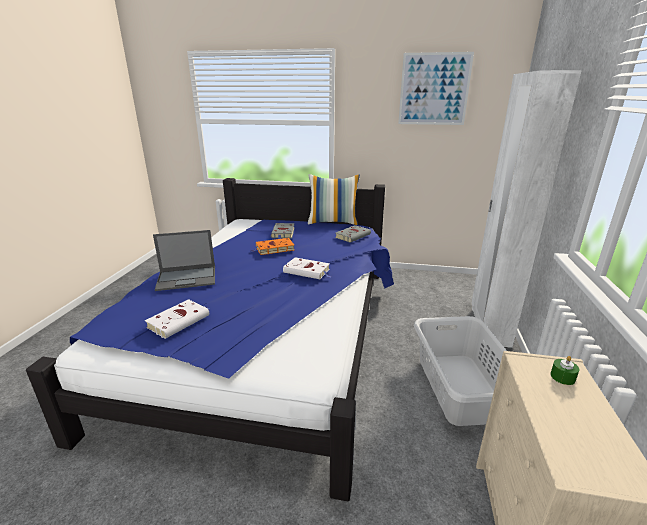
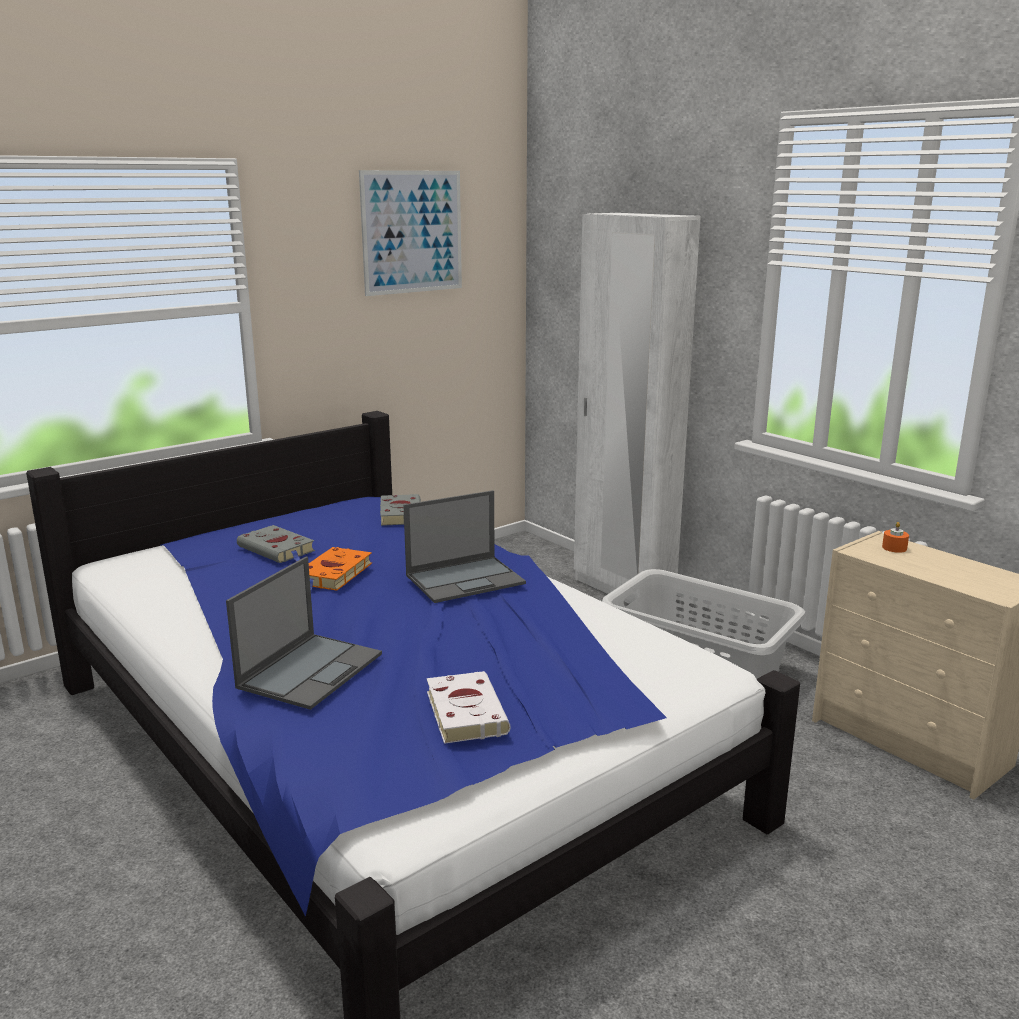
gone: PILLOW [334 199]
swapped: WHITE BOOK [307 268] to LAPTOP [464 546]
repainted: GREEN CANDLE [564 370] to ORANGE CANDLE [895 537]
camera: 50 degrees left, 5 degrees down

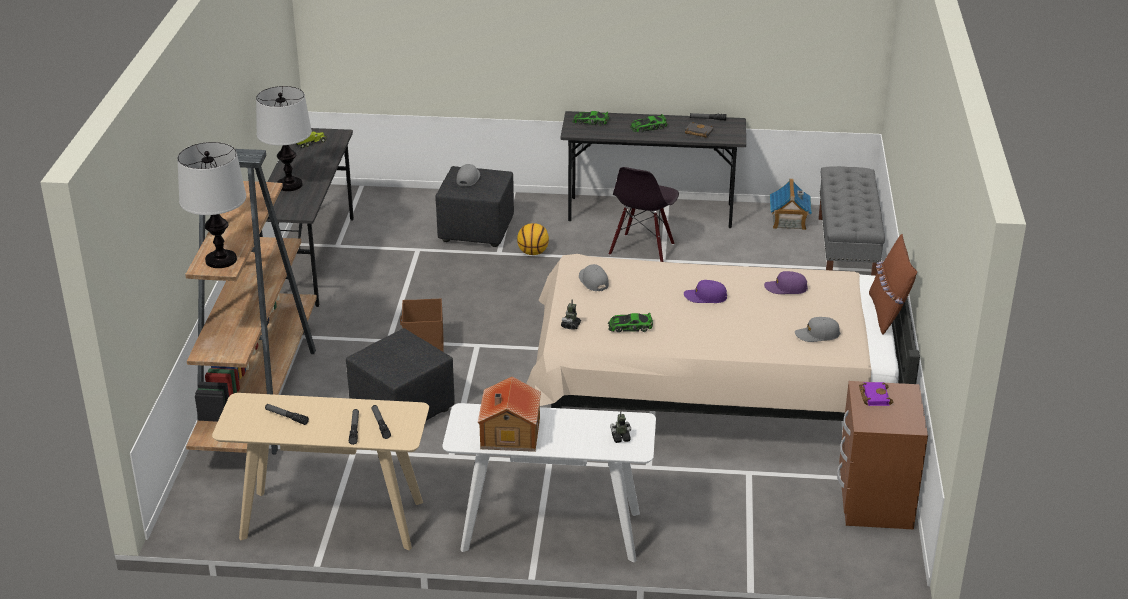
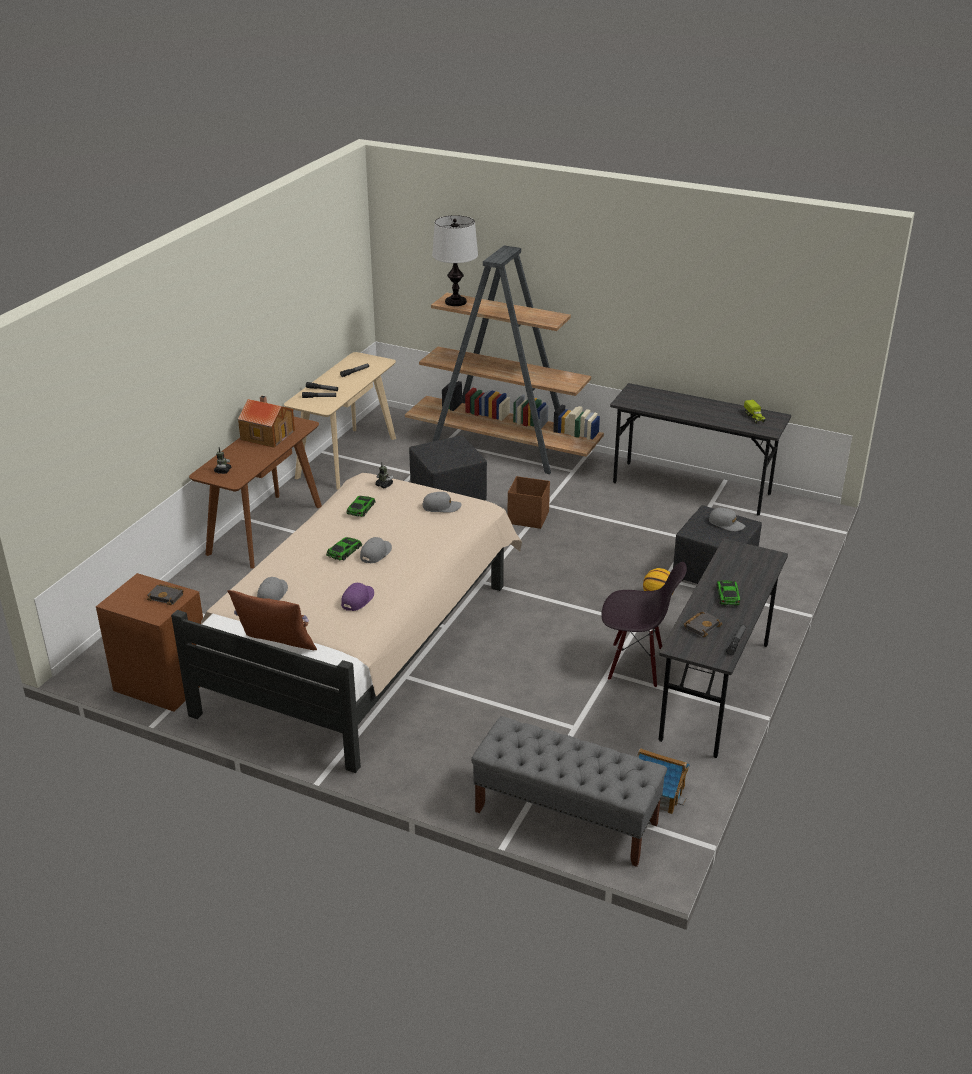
gone: TABLE LAMP [284 138]
shifted: TOY CAR [590 118] to [344 548]
repainted: PURPLE BOOK [876 394] to BLACK BOOK [165 594]; WHITE CONSOLE TABLE [549 482] to BROWN CONSOLE TABLE [255 492]; PURPLE CAP [705 291] to GREY CAP [376 550]
rotated: BLACK CHAIR [644 214] = [644 625] 150 degrees clockwise
camera: 110 degrees right, 0 degrees up

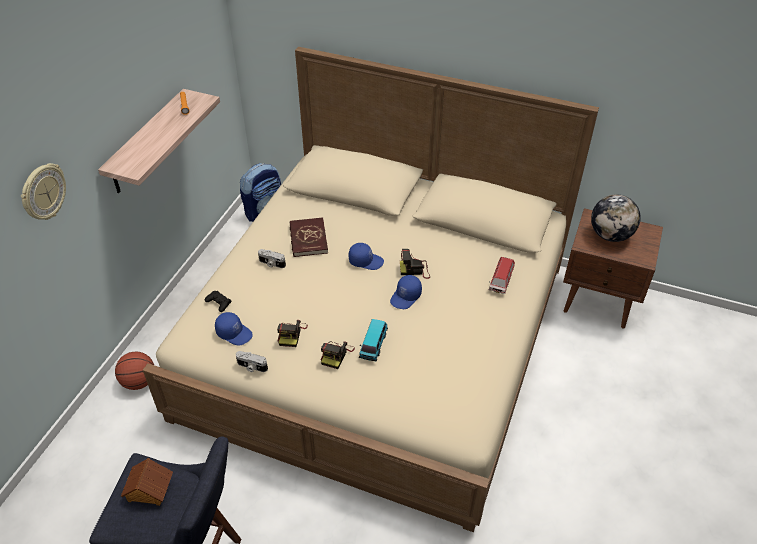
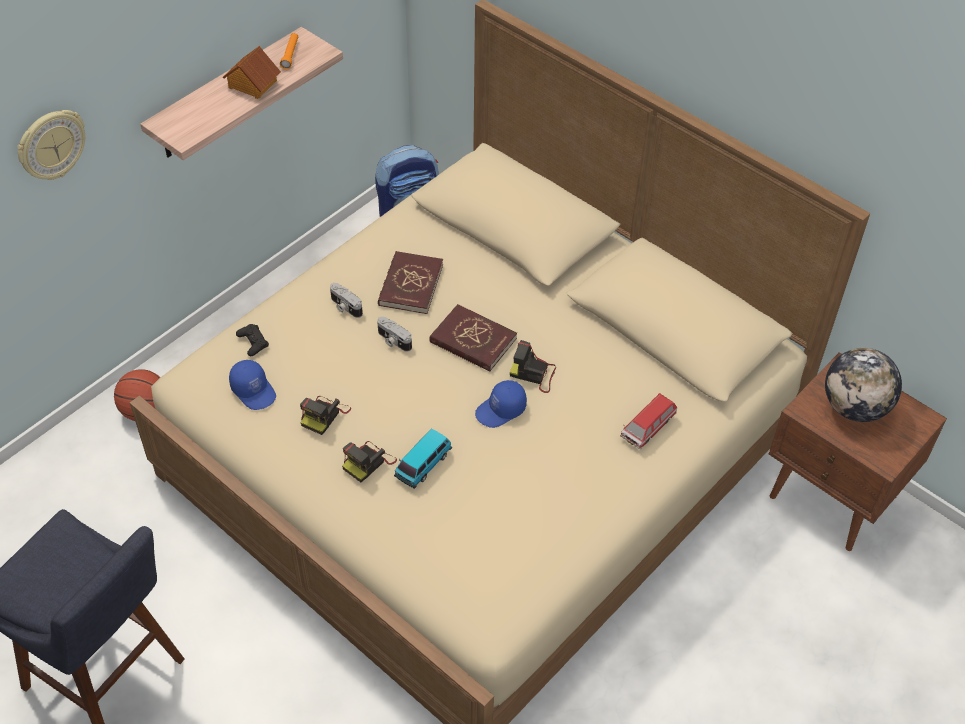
shifted: TOY HOUSE [147 482] to [252 72]; PHOTO CAMERA [252 361] to [394 334]
swapped: BLUE CAP [366 256] to RED BOOK [473 338]
camera: 20 degrees right, 5 degrees up

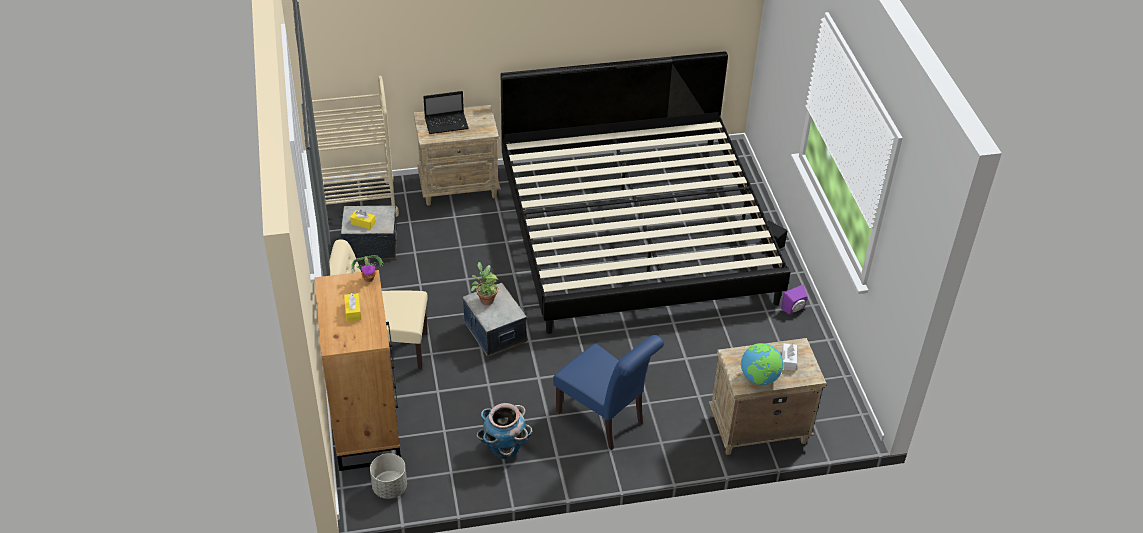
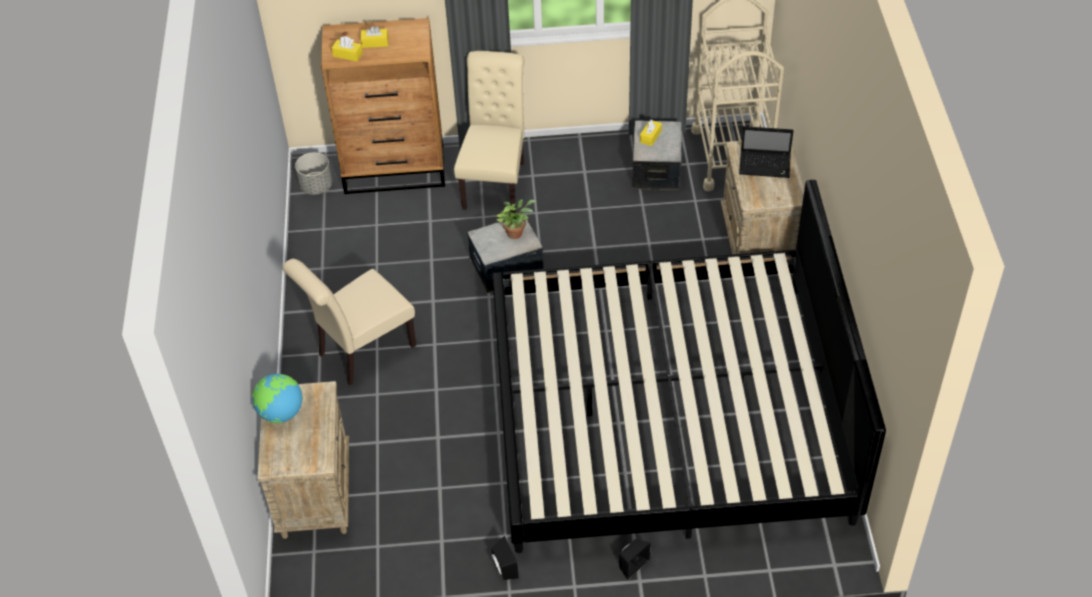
gone: POTTED PLANT [367 268]; PLANTER [504 431]; WHITE TISSUE BOX [789 357]
new: YELLOW TISSUE BOX [347 48]
repainted: BLUE CHAIR [608 392] to BEIGE CHAIR [349 322]; PURPLE SPEAKER [794 300] to BLACK SPEAKER [505 558]
rotated: LAPTOP [446 112] = [766 152] 75 degrees counterclockwise
camera: 100 degrees right, 5 degrees up

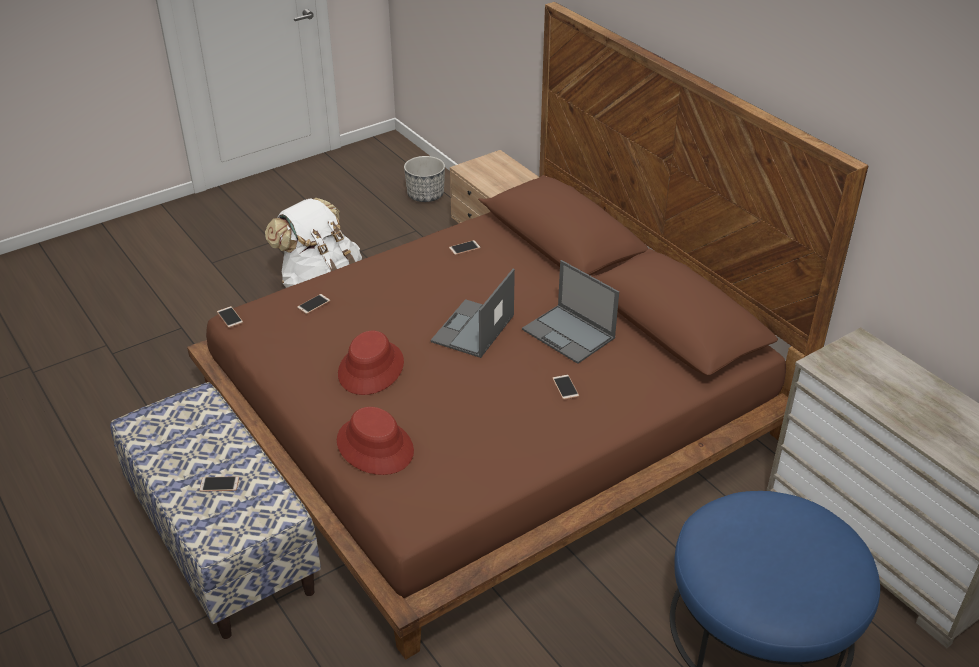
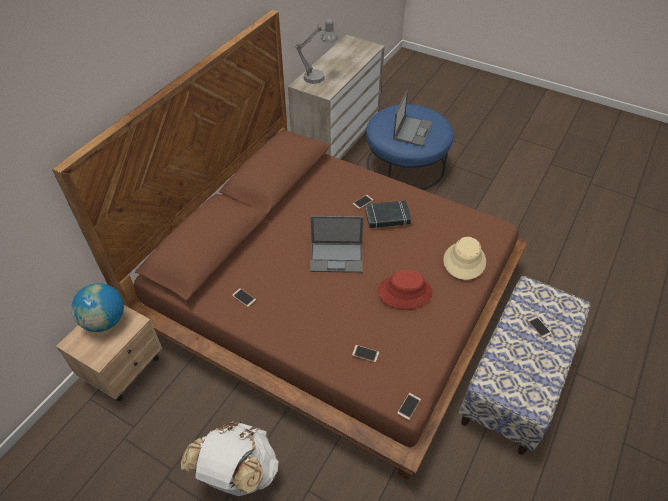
gone: PLANTER [424 179]
new: GLOBE [97 307]; GREY TABLE LAMP [316 51]; BLACK BOOK [388 214]
shifted: LAPTOP [570 312] to [412 118]
repainted: RED HAT [375 441] to BEIGE HAT [464 258]
camera: 115 degrees left, 10 degrees up

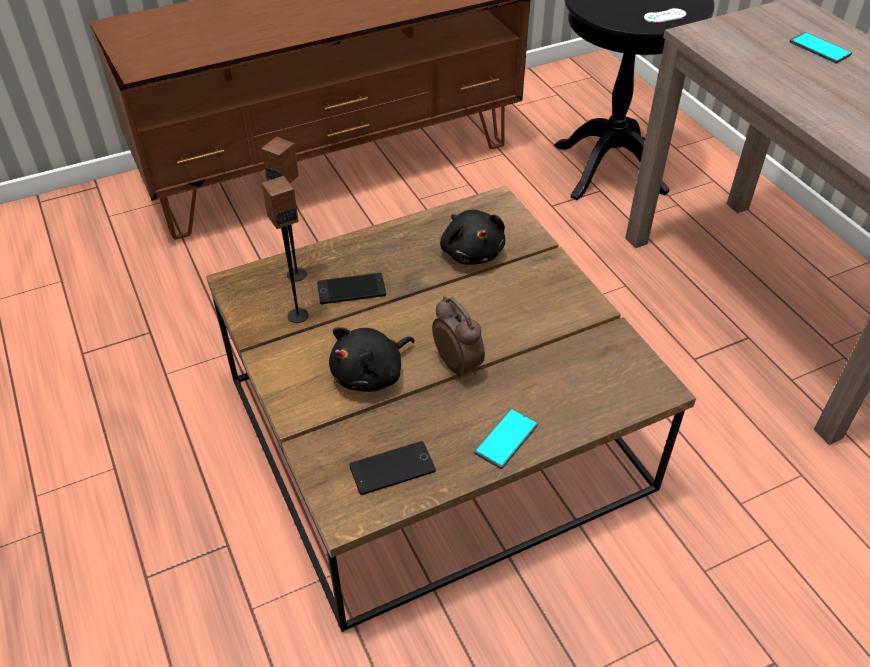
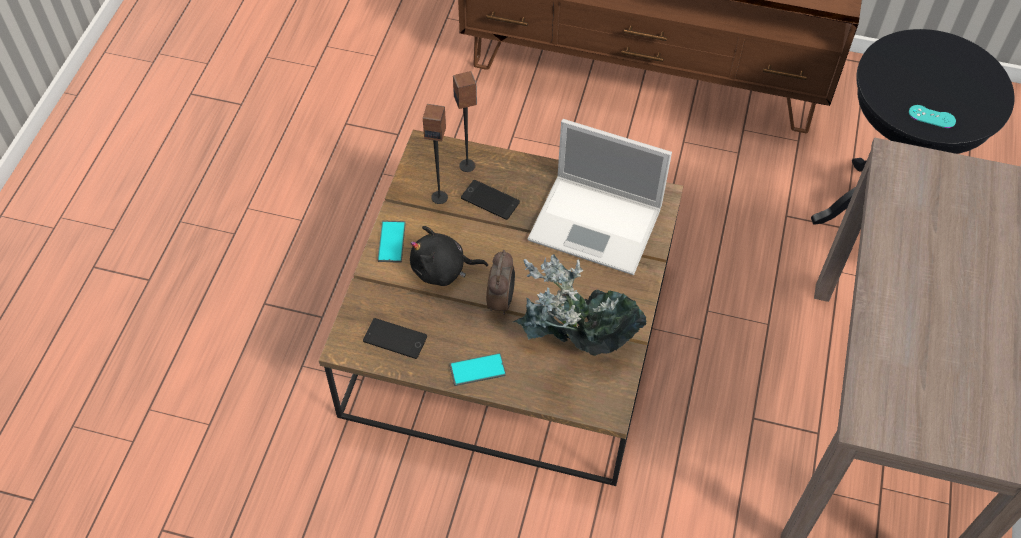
new: POTTED PLANT [579 305]
shifted: PHONE [821 47] to [392 242]
swapped: BLACK PLUSH TOY [472 237] to LAPTOP [600 197]
repainted: WHITE GAME CONTROLLER [665 15] to TURQUOISE GAME CONTROLLER [932 116]
camera: 40 degrees right, 10 degrees up

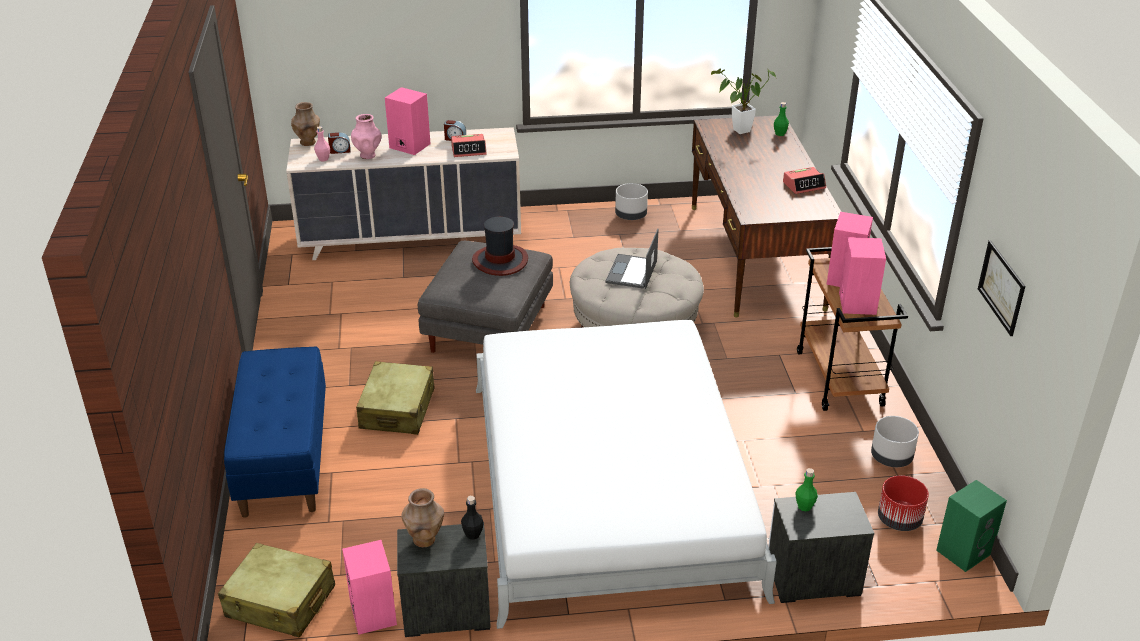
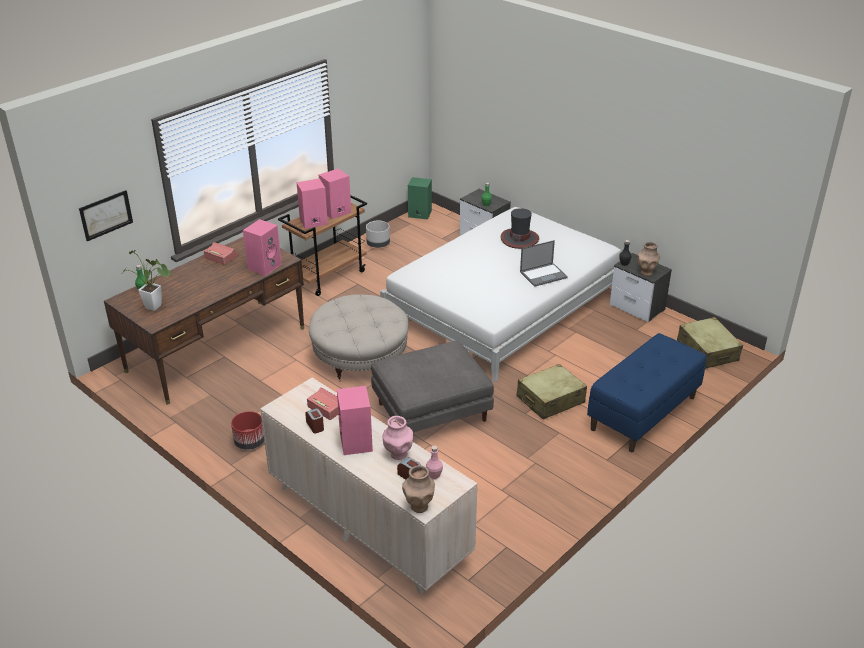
gone: GREY PLANTER [631 201]
shifted: PICTURE [1001 288] to [106 215]; RED PLANTER [903 503] to [247 430]; PINK SPEAKER [369 587] to [262 247]; HAT [500 246] to [520 228]; LAPTOP [632 259] to [544 263]
camera: 130 degrees left, 0 degrees up

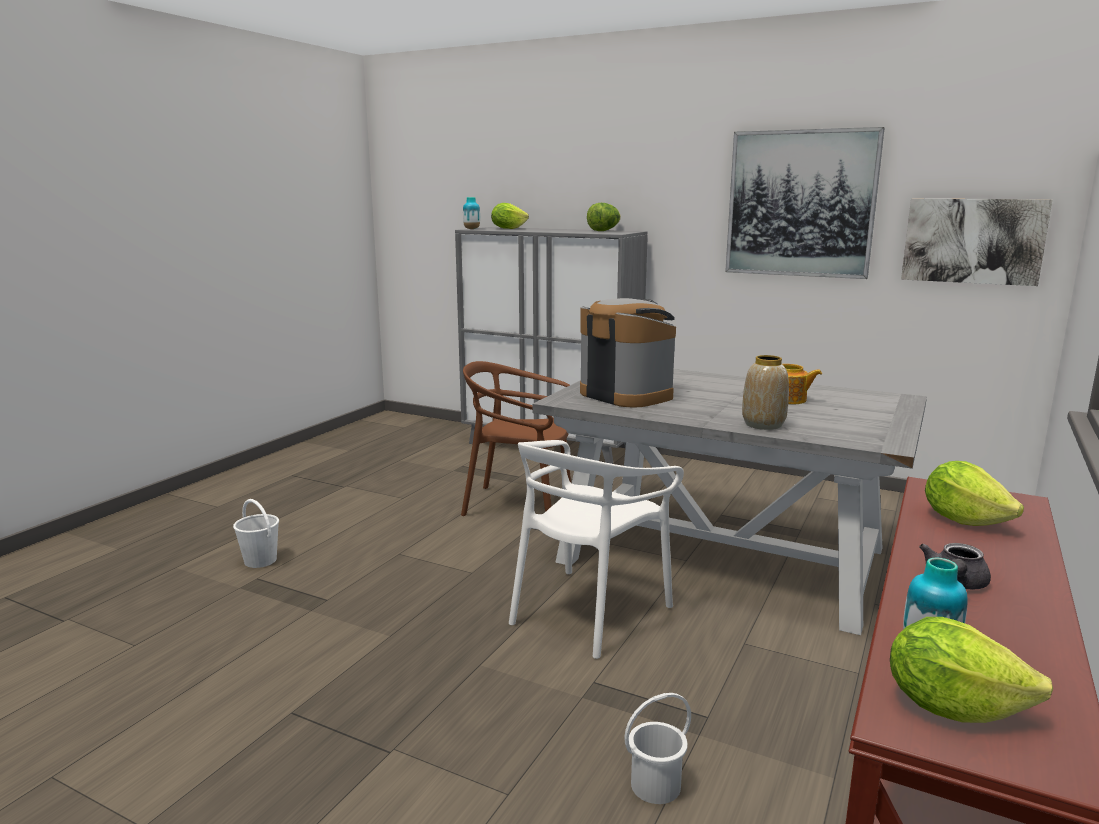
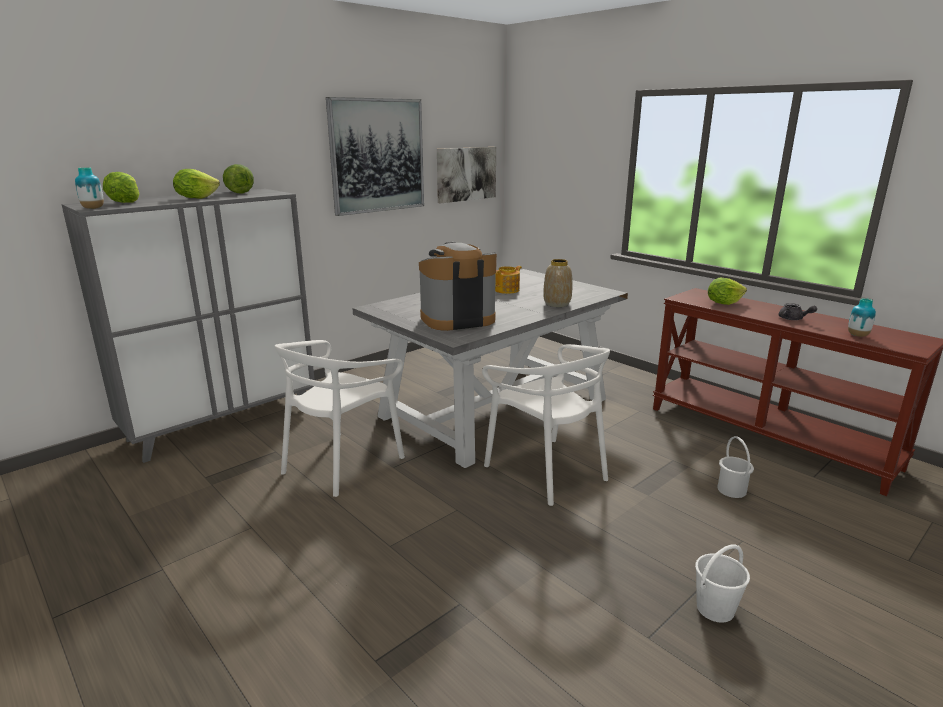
shifted: LETTUCE [971 670] to [196 184]; WHITE BUCKET [256 533] to [722 583]
repainted: BROWN CHAIR [516 438] to WHITE CHAIR [340 418]
camera: 70 degrees left, 5 degrees up

